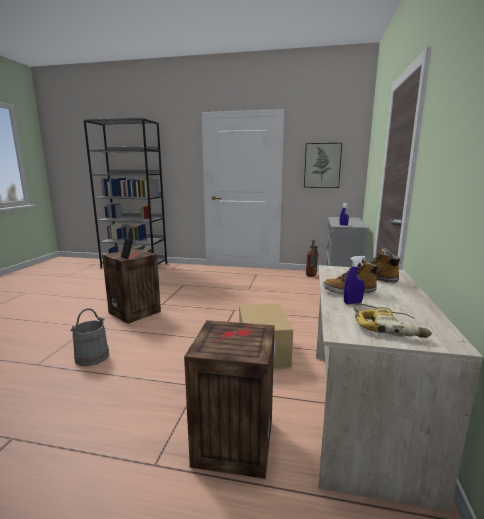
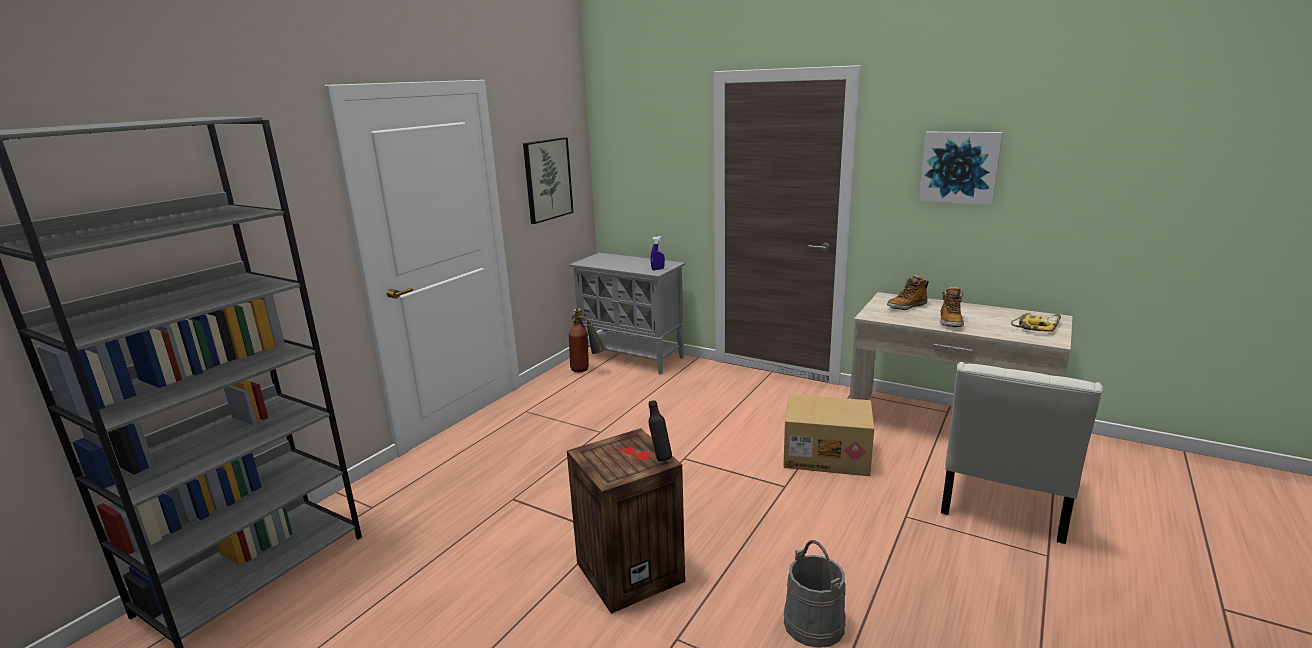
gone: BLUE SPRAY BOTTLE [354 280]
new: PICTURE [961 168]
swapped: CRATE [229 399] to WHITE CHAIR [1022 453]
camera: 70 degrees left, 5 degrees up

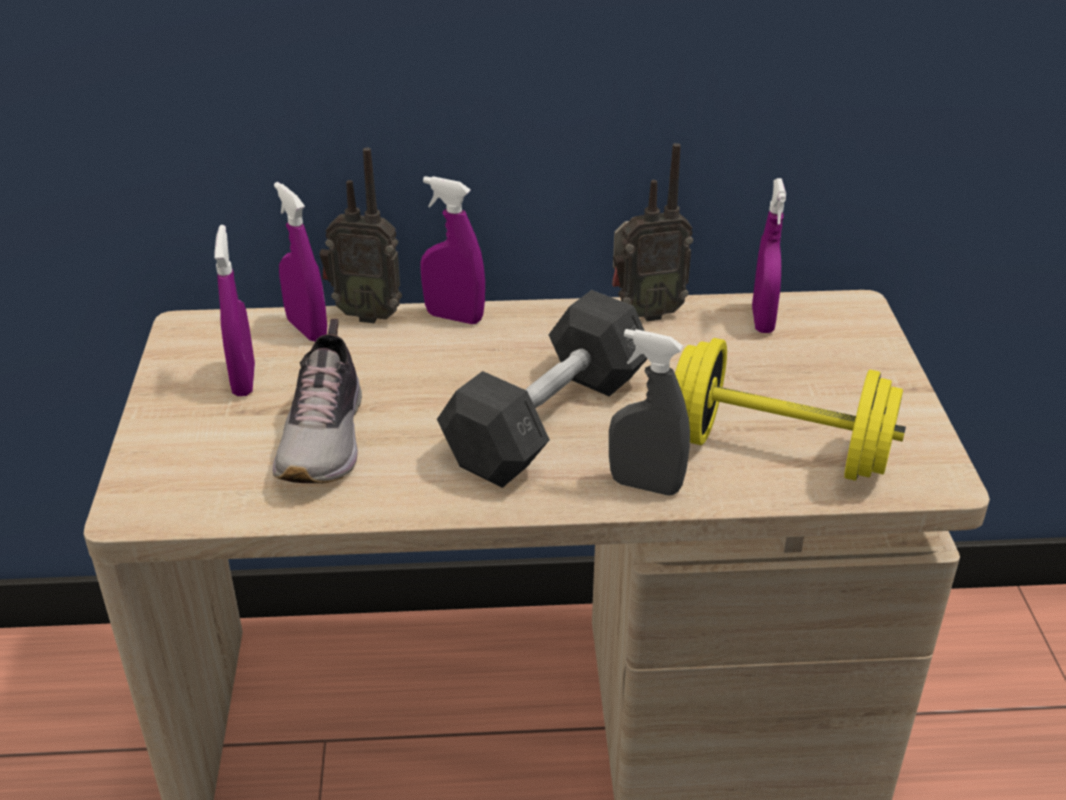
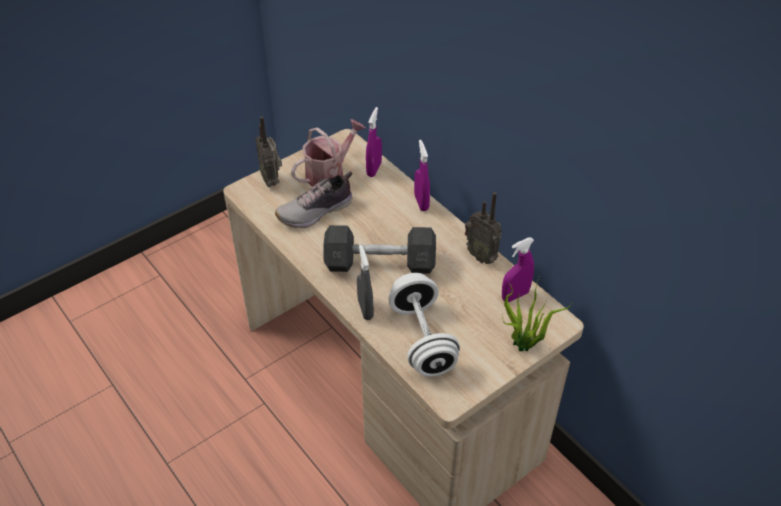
new: POTTED PLANT [537 314]
shifted: RADIO [361 236] to [268 151]
swapped: PURPLE SPRAY BOTTLE [235 310] to WATERING CAN [328 153]
repainted: YELLOW DUMBBELL [790 409] to WHITE DUMBBELL [424 325]
camera: 55 degrees right, 10 degrees up

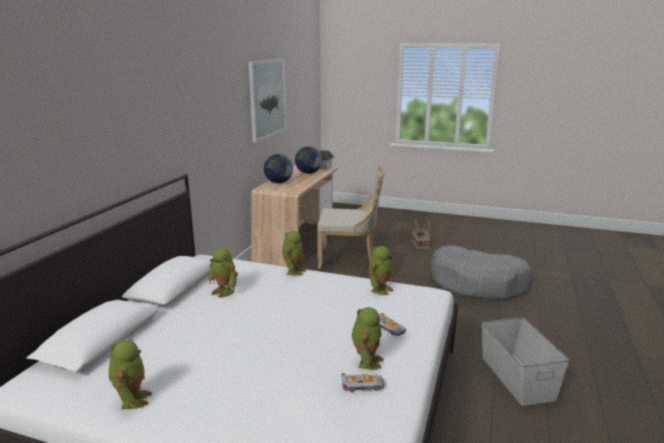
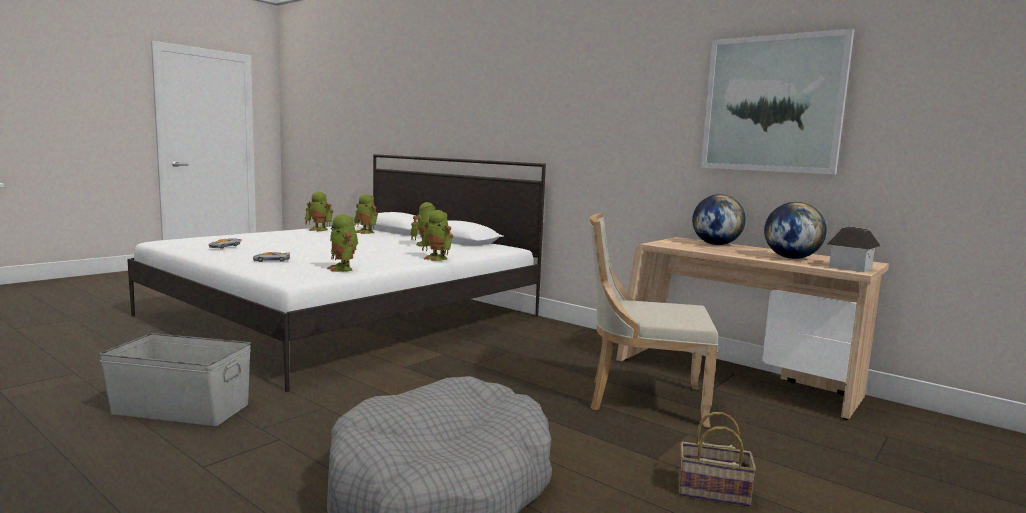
shifted: TOY ROBOT [368 338] to [366 214]
rotated: BEIGE CHAIR [351 217] = [654 320] 75 degrees clockwise
camera: 110 degrees right, 10 degrees down

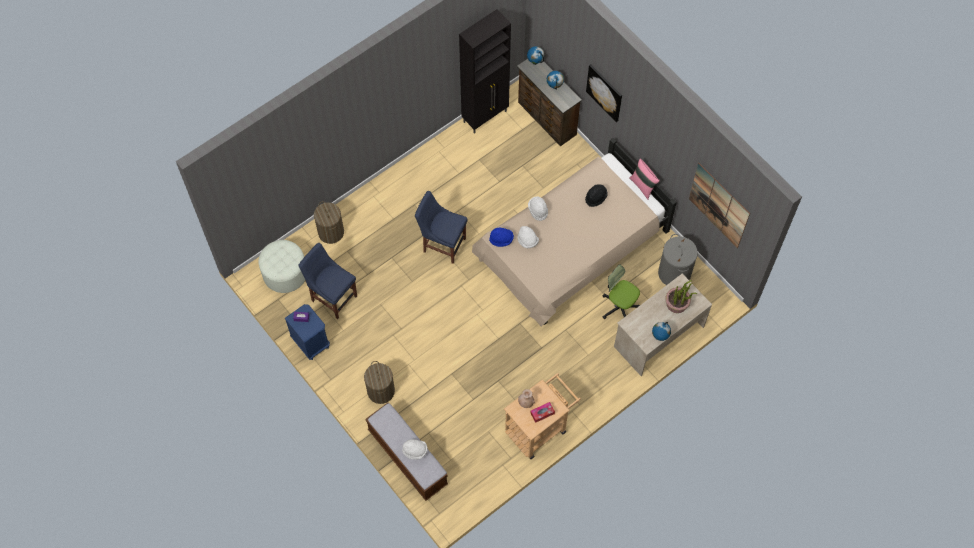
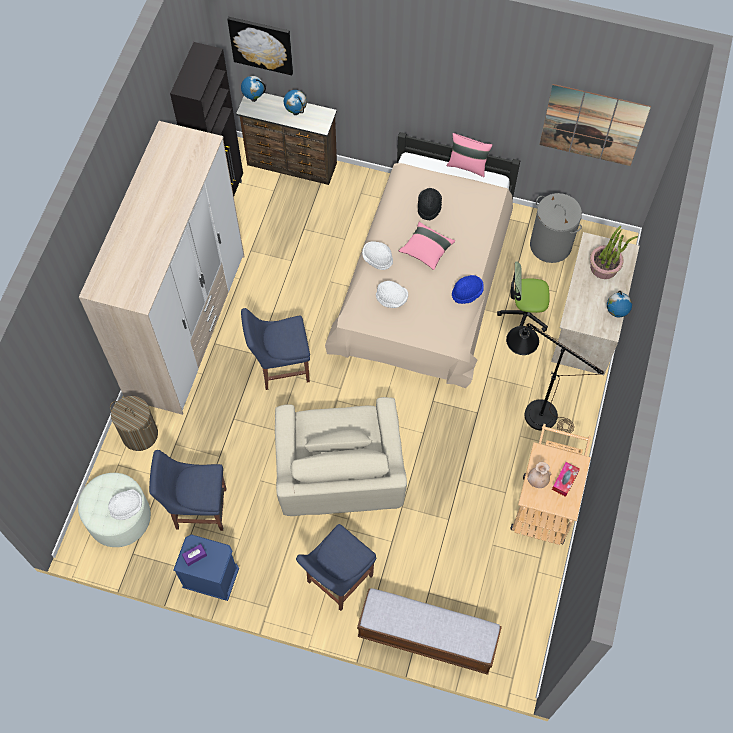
new: WARDROBE [161 268]; BEIGE ARMCHAIR [341 456]; PINK PILLOW [427 246]; BLACK FLOOR LAMP [555 378]
shifted: WHITE HAT [415 449] to [125 504]; PICTURE [604 93] to [260 46]; BLUE HAT [501 237] to [468 289]
swapped: LAUNDRY BASKET [379 382] to BLUE CHAIR [336 567]
camera: 35 degrees left, 0 degrees up

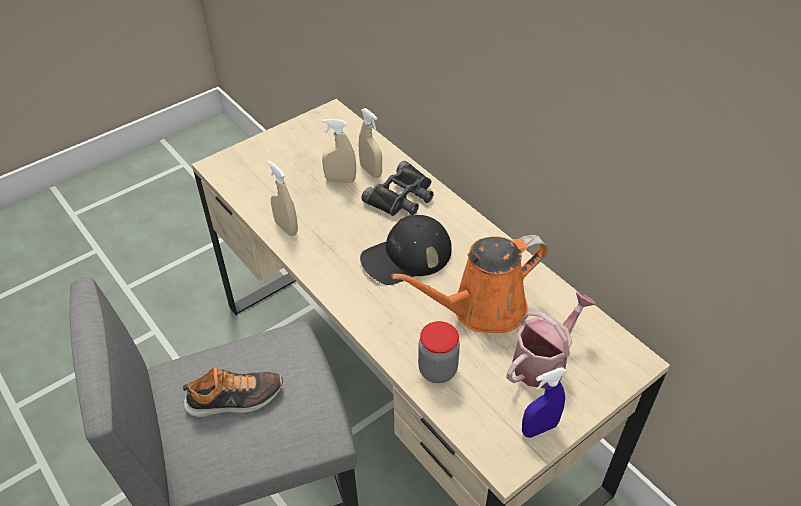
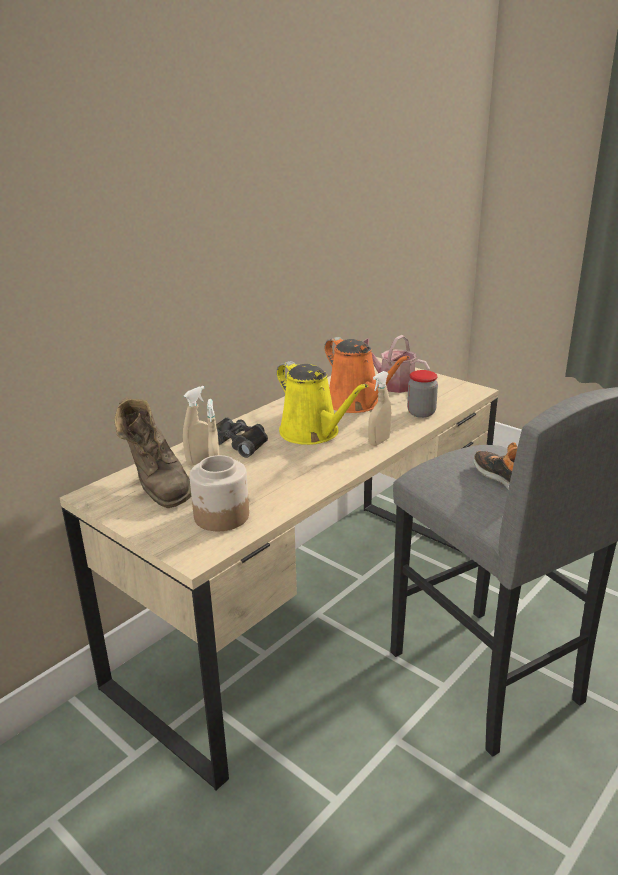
gone: BLUE SPRAY BOTTLE [544 402]
new: BROWN BOOT [153 452]; JAR [219 493]
shifted: BEIGE SPRAY BOTTLE [283 198] to [379 408]
swapped: BLACK CAP [406 250] to YELLOW WATERING CAN [322 403]
camera: 100 degrees left, 20 degrees down

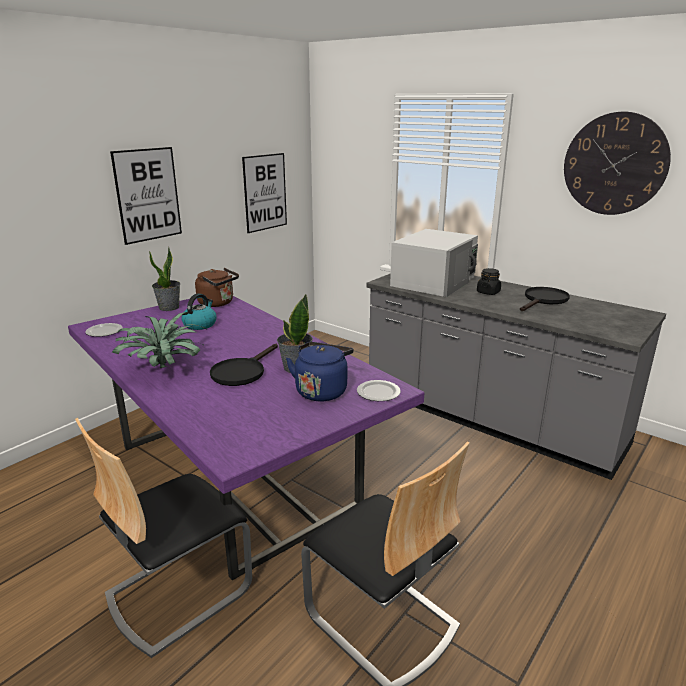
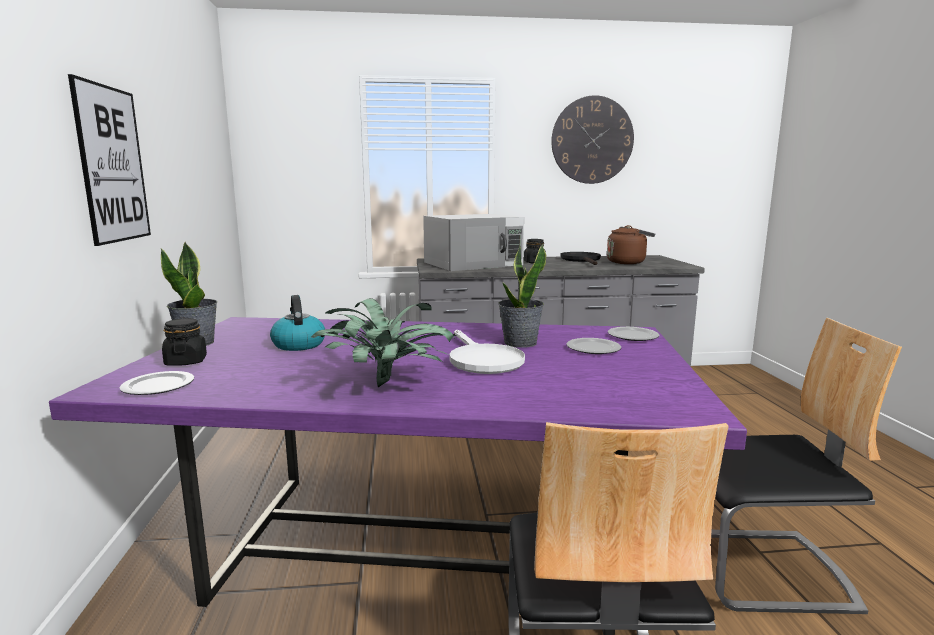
gone: PICTURE [264 193]
new: BLACK JAR [184 342]
shifted: BROWN KETTLE [217 287] to [631 244]
swapped: BLUE KETTLE [320 371] to PLATE [593 346]
repainted: BLACK FRYING PAN [244 365] to WHITE FRYING PAN [487 352]
rotated: WHITE MICROWAVE [434 263] = [473 242] 75 degrees clockwise
camera: 45 degrees left, 10 degrees down

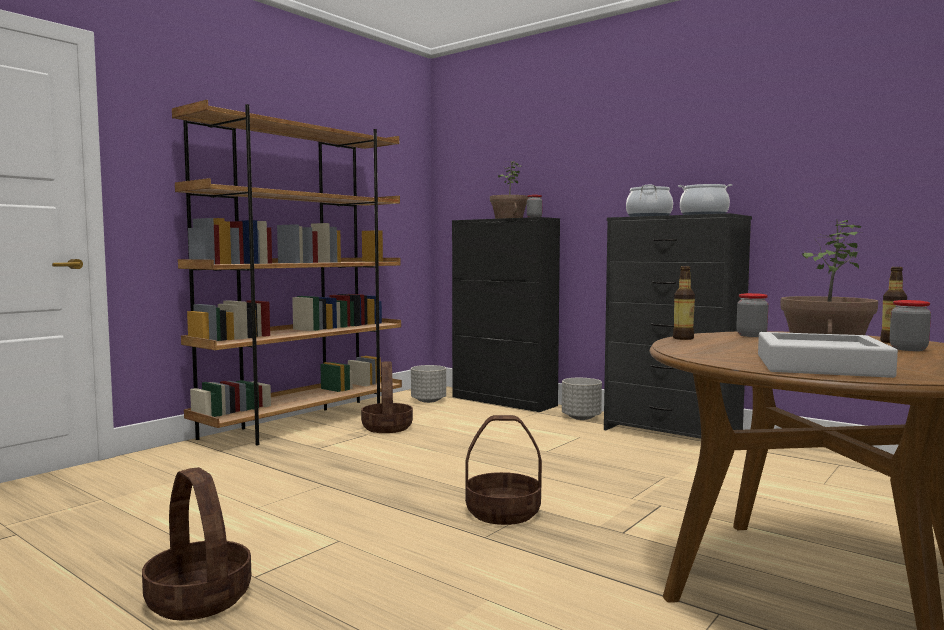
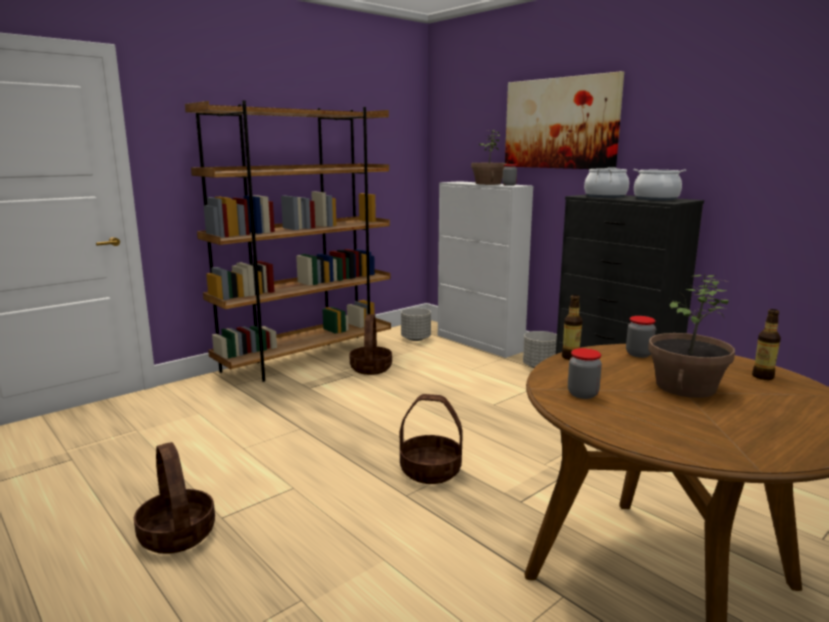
gone: GREY TRAY [828 355]
new: PICTURE [564 120]
shifted: JAR [910 325] to [585 373]
repainted: BLACK CABINET [506 314] to WHITE CABINET [485 269]
camera: 10 degrees right, 10 degrees up

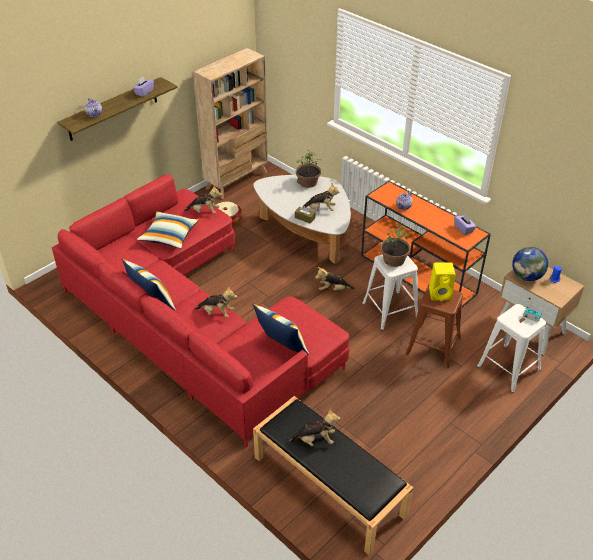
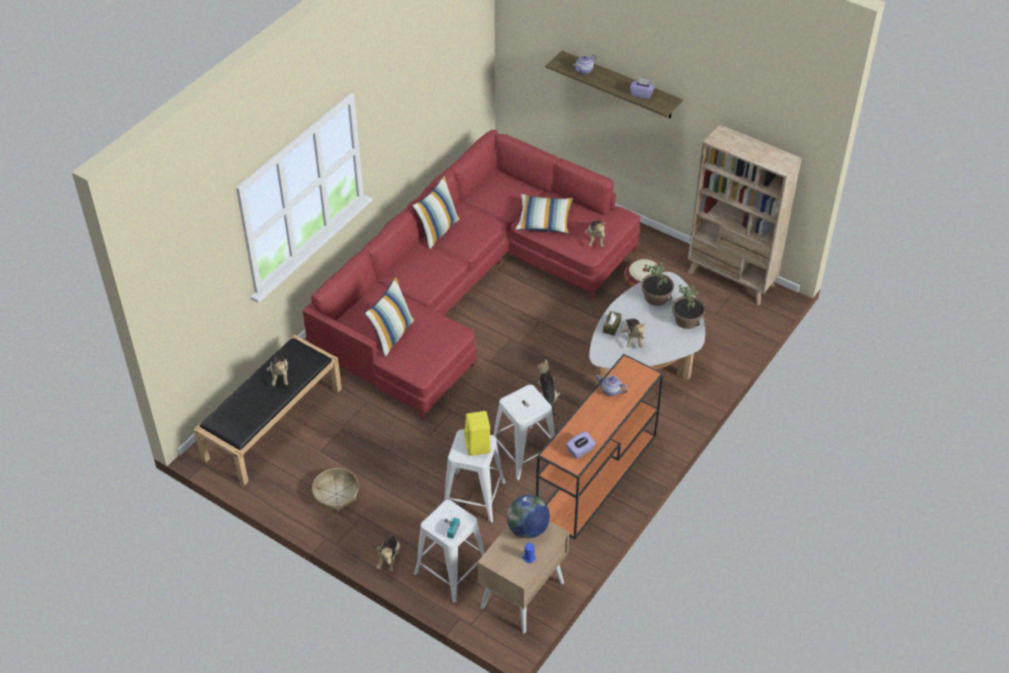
new: BASKET [335 489]
shifted: PLUSH TOY [215 302] to [388 553]; POTTED PLANT [396 246] to [657 284]
repainted: BROWN STOOL [434 326] to WHITE STOOL [475 476]
camera: 80 degrees right, 5 degrees up

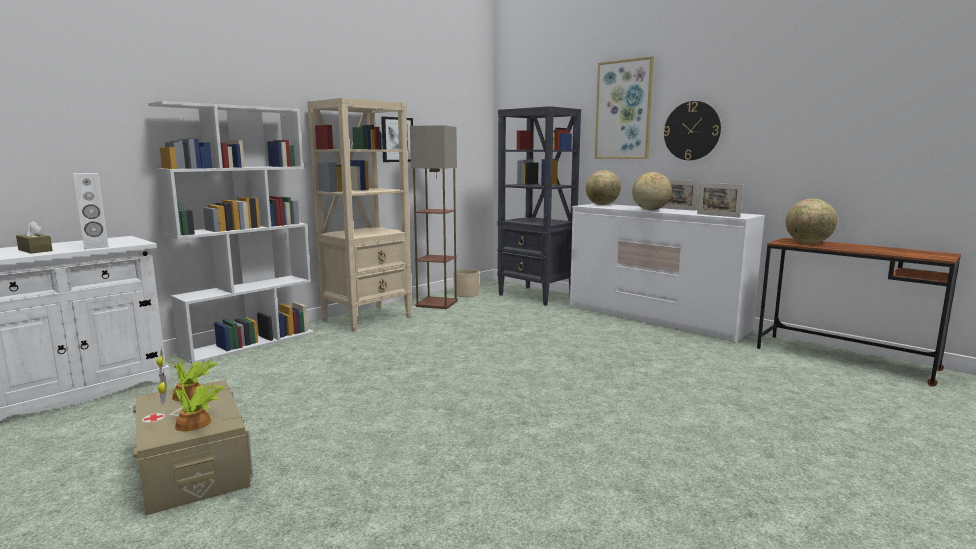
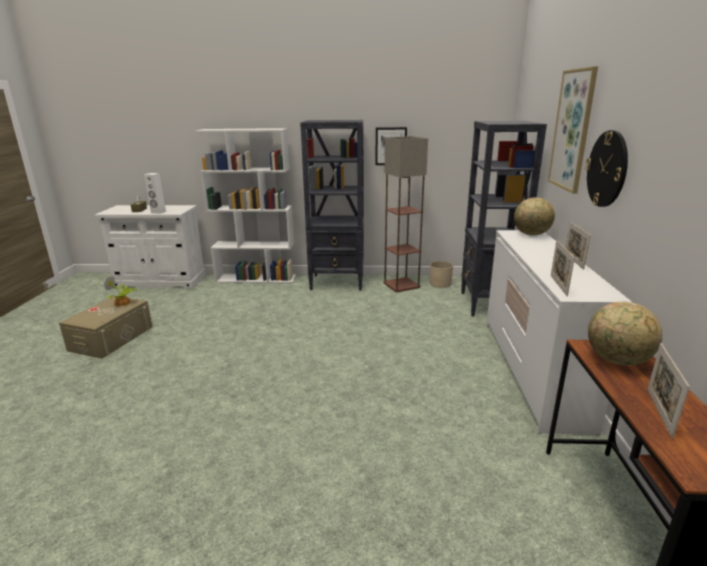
gone: POTTED PLANT [191 401]; GLOBE [652 191]
new: PICTURE FRAME [668 390]
repainted: BEIGE BOOKCASE [359 215] to BLACK BOOKCASE [332 205]
camera: 50 degrees right, 10 degrees up

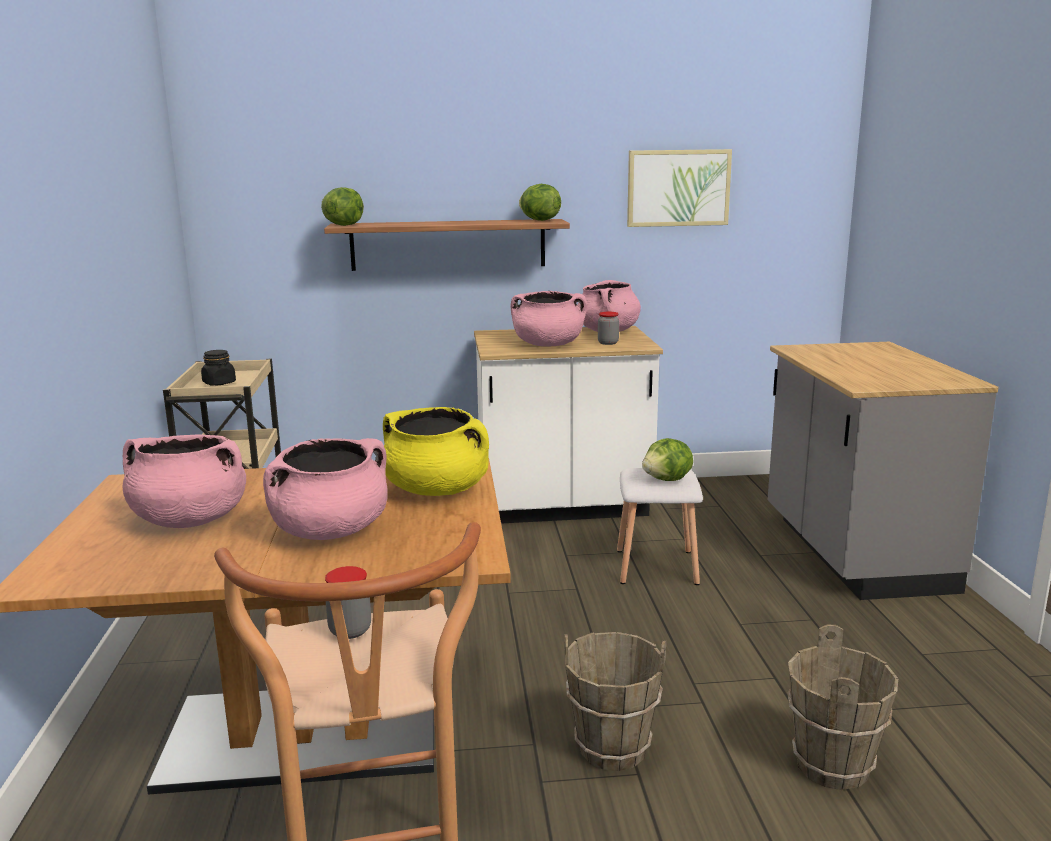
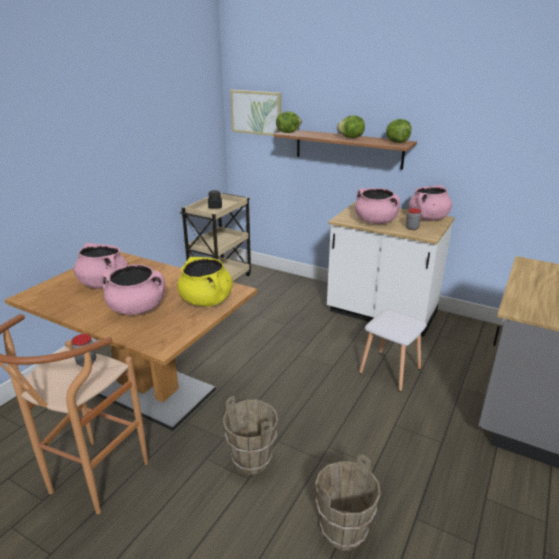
shifted: PICTURE [679 188] to [255 113]; LETTUCE [667 459] to [350 126]
camera: 35 degrees right, 10 degrees up

